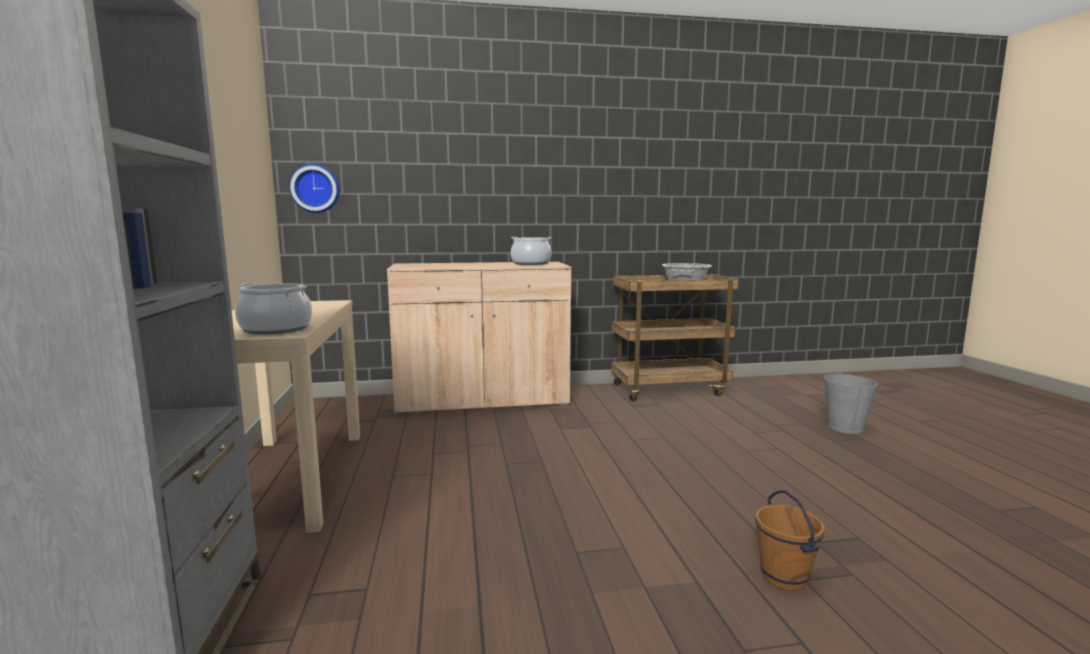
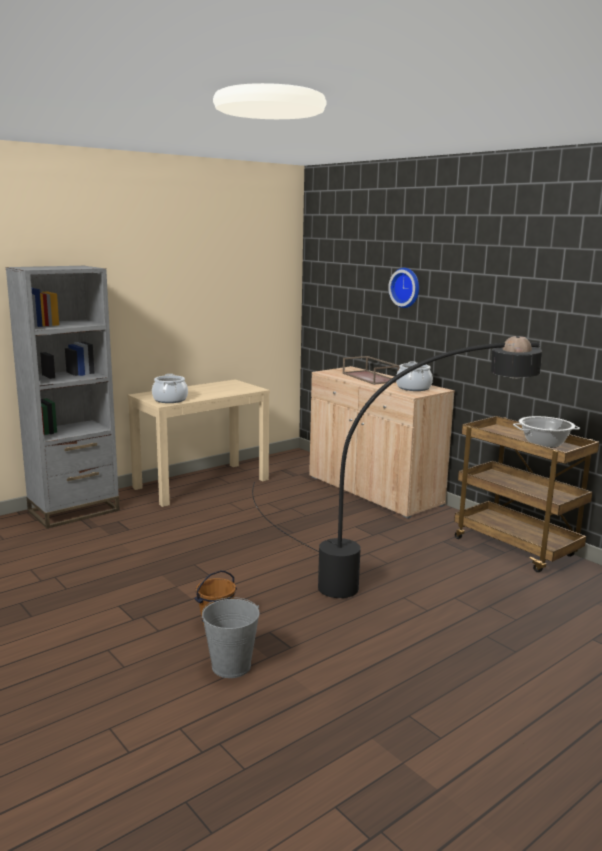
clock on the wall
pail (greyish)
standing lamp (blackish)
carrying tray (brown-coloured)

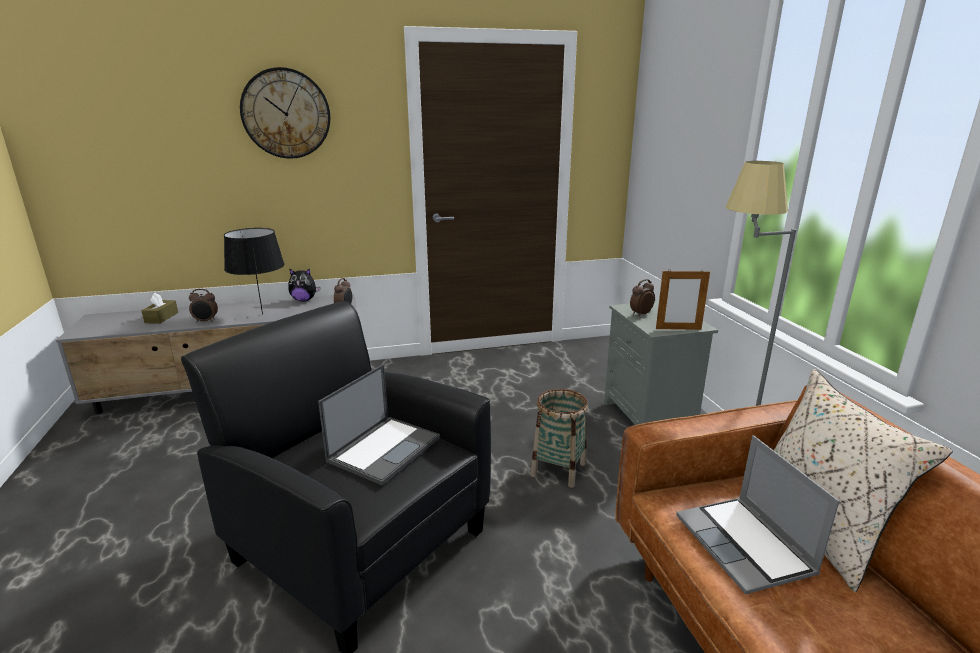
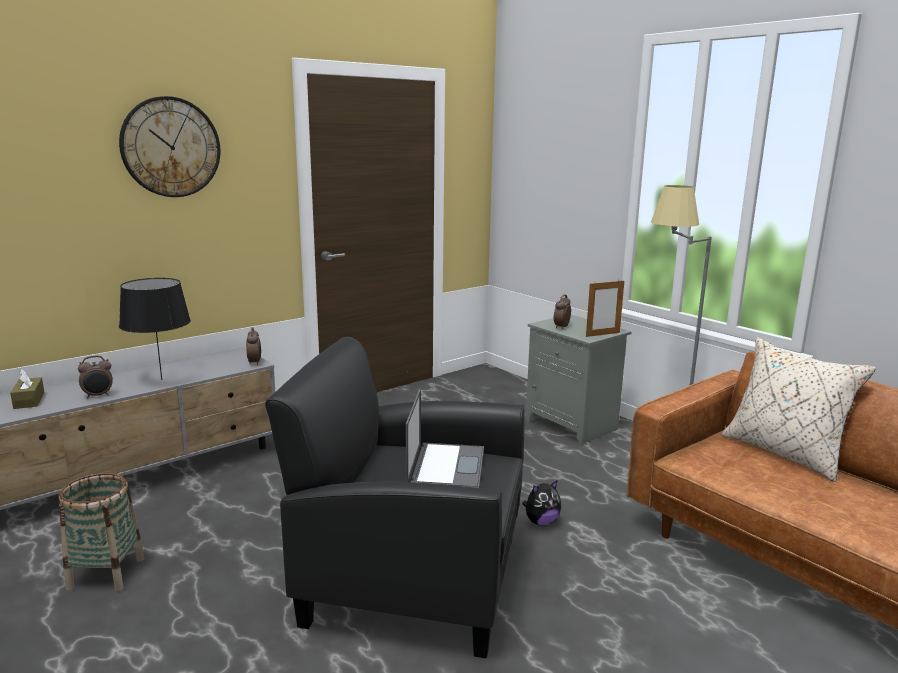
cuddly toy
basket
notebook computer (2nd from left in the first image)

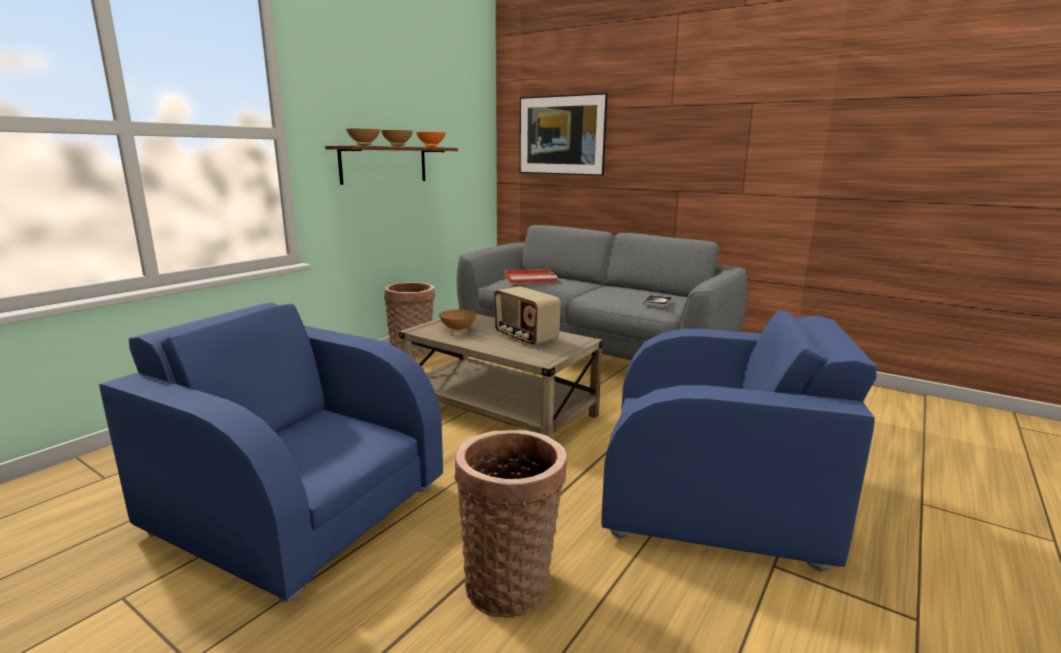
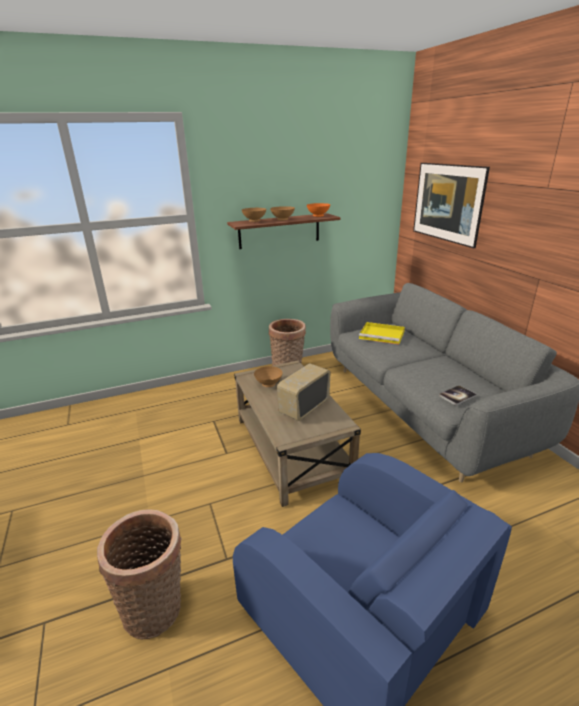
armchair (blue) (1st from left in the first image)
radio set
carrying tray (yellowish)

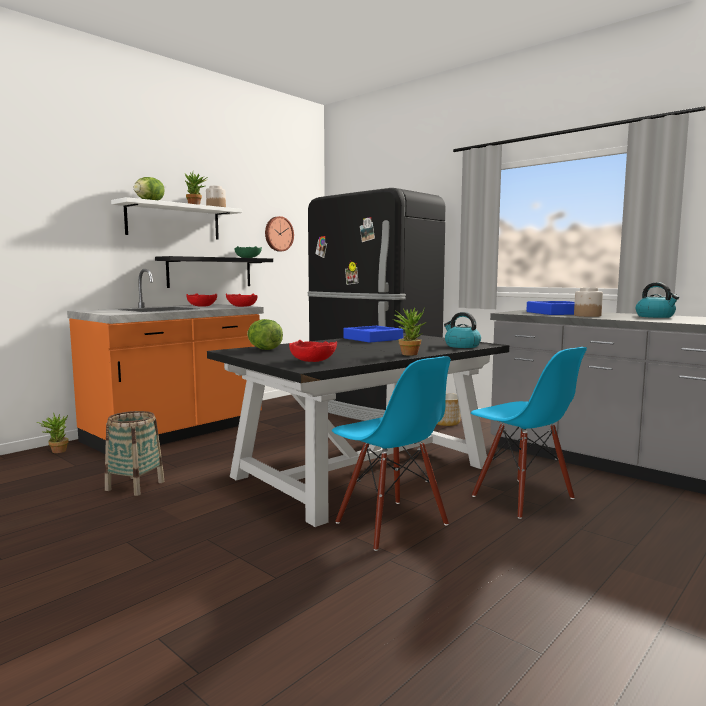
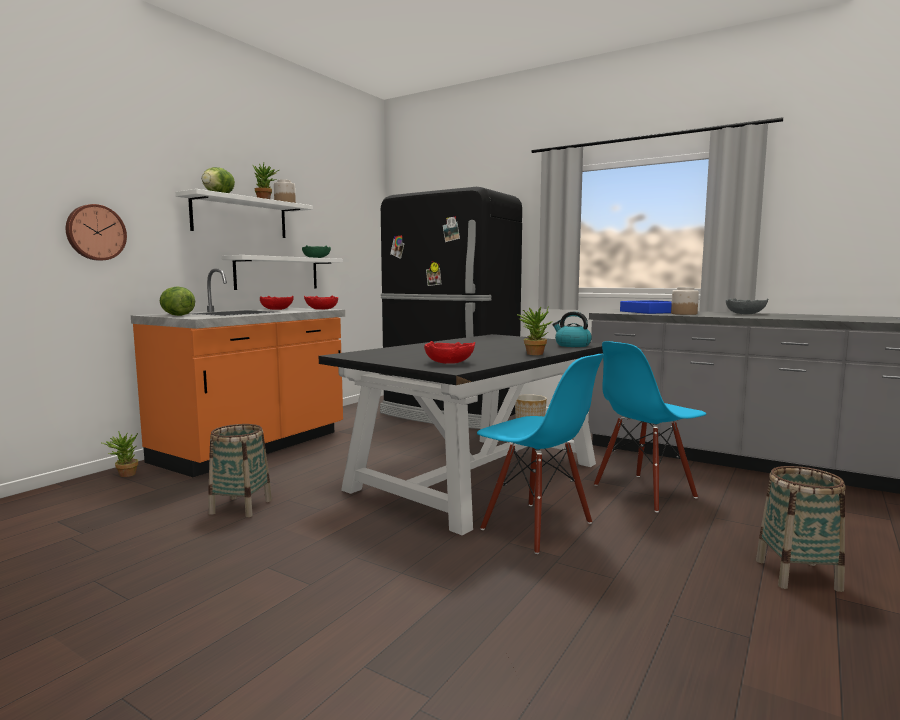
shelf (white) (2nd from left)
head of lettuce (1st from left)
clock on the wall
carrying tray (blue) (1st from left in the first image)
upright chair (blue) (2nd from left)
deep dish (greyish)
basket (2nd from left)

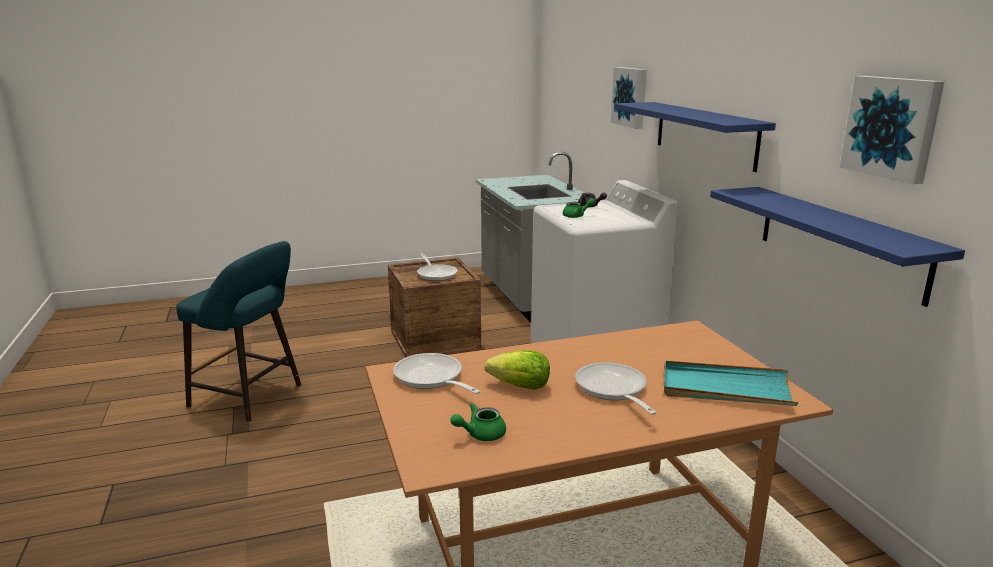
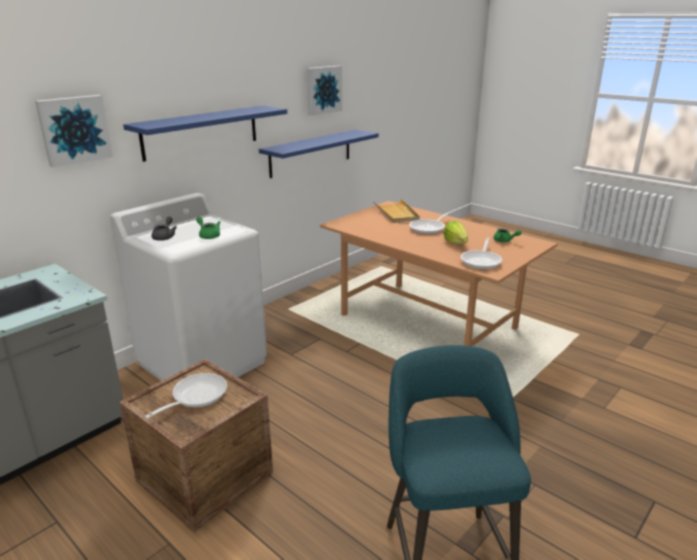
carrying tray (sand-coloured)

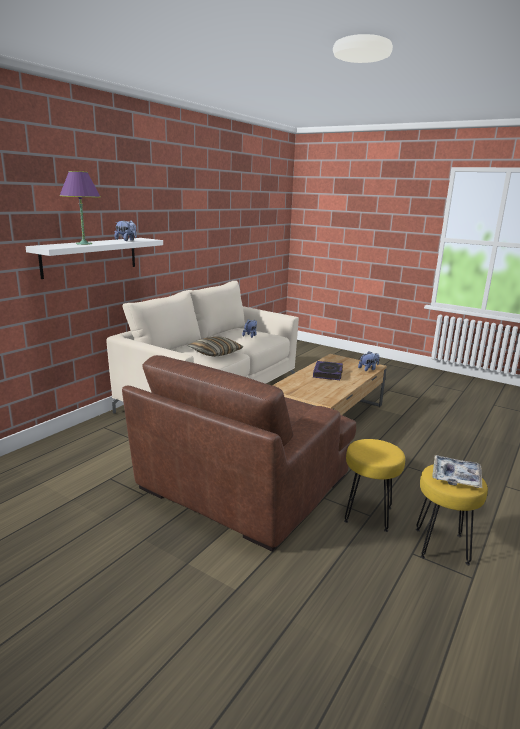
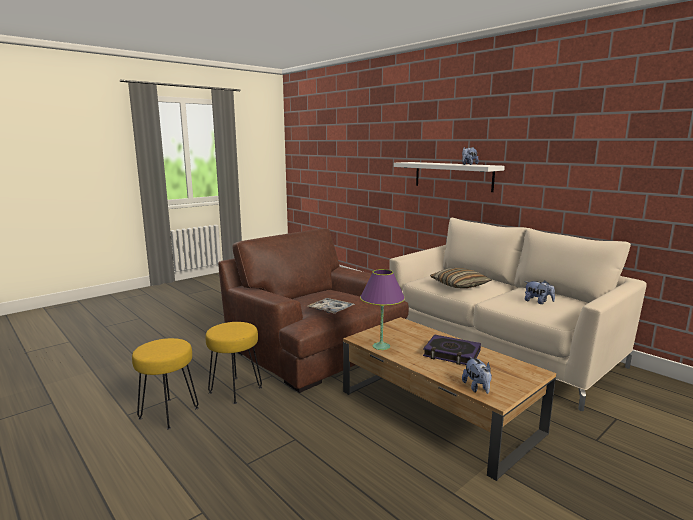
table lamp (purplish)
carrying tray

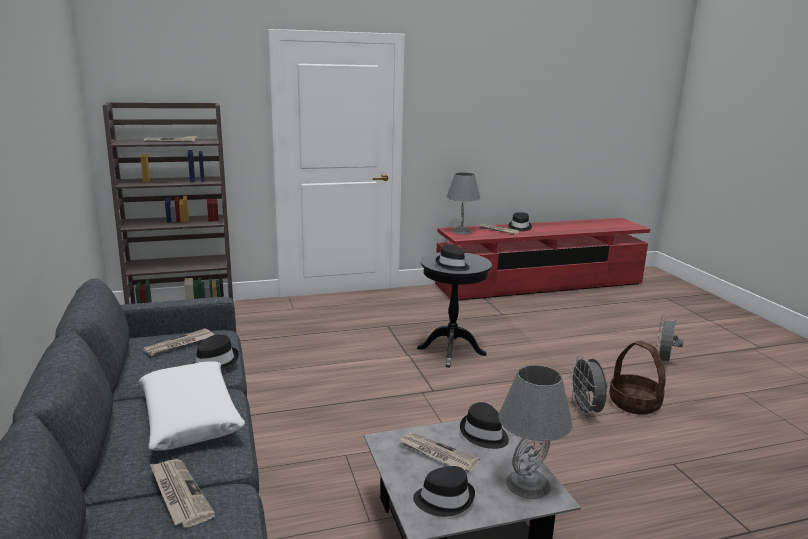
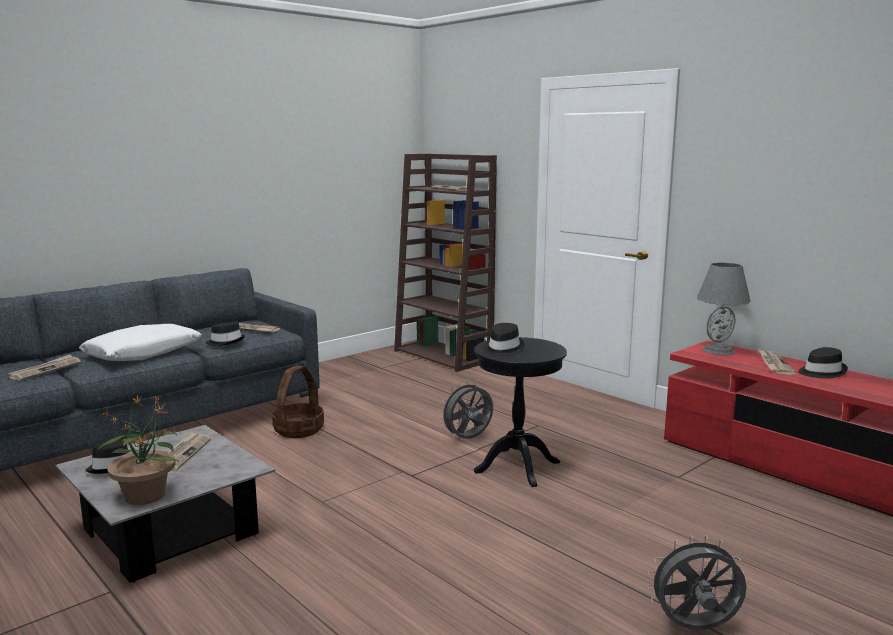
wearable hat (blackish) (4th from left in the first image)
plant in a pot
cooling fan (greyish) (1st from left)
basket

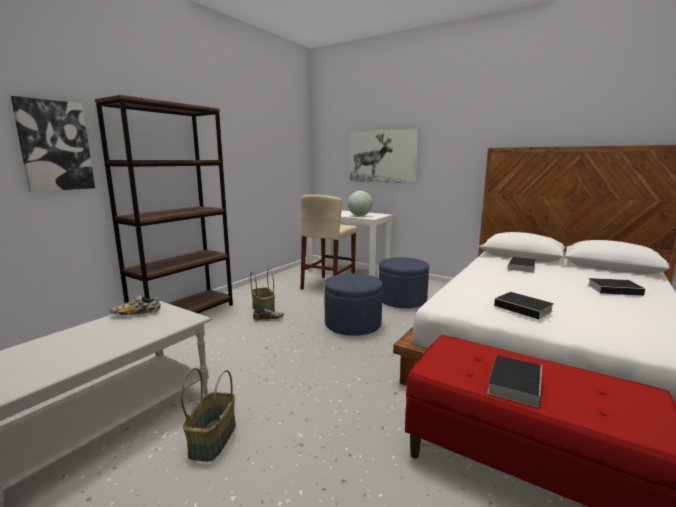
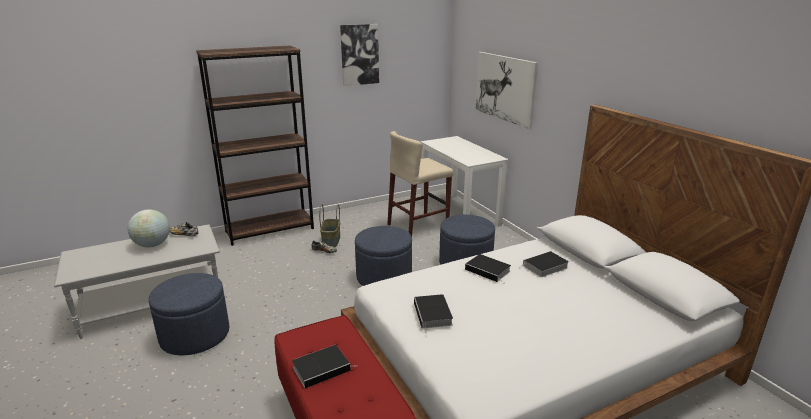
wall art (1st from left)
pouffe (blue) (1st from left)
desk globe
volume (3rd from left)

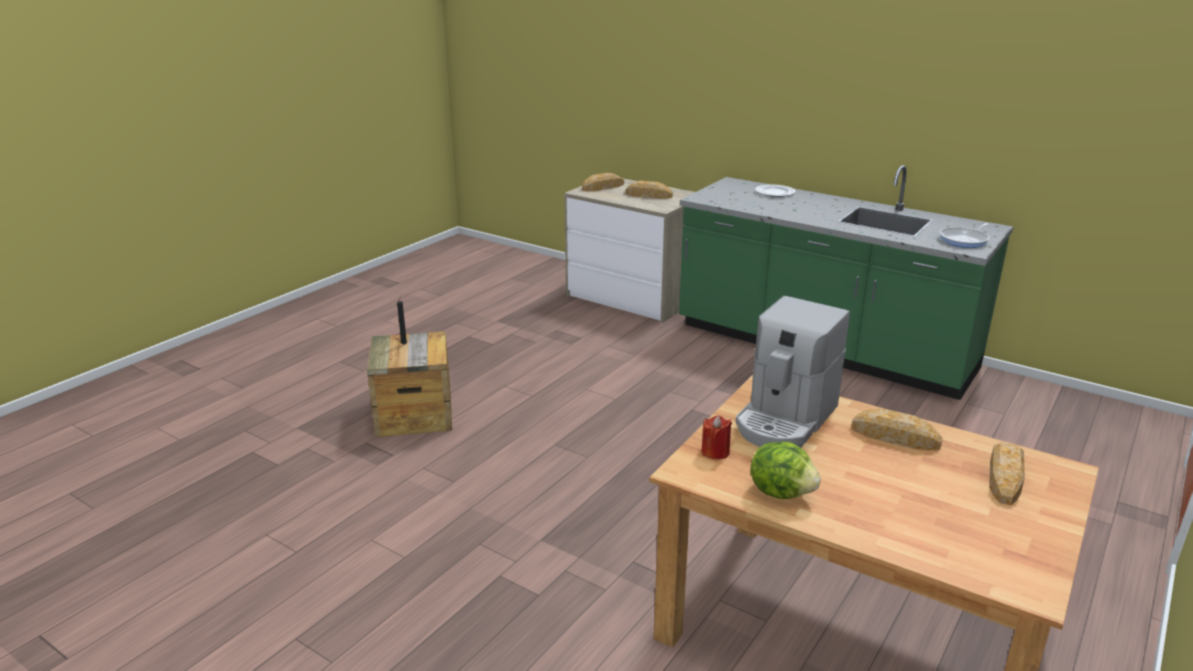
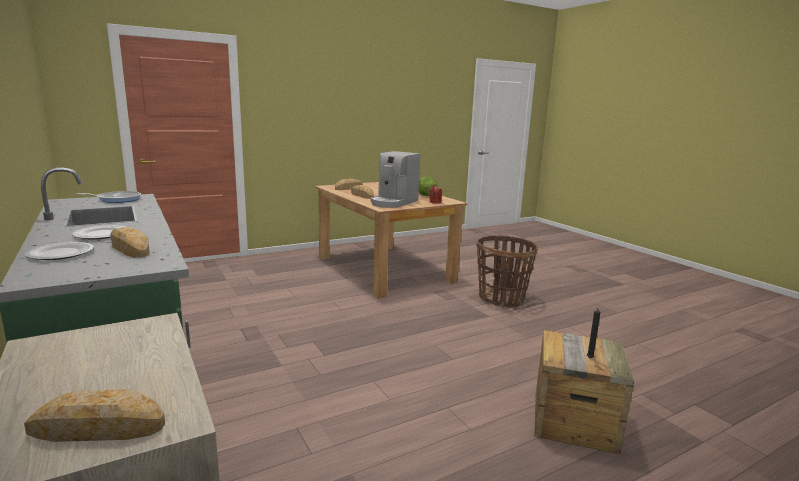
baked bread (2nd from left)
coffee brewer
dinner plate (2nd from left)
basket

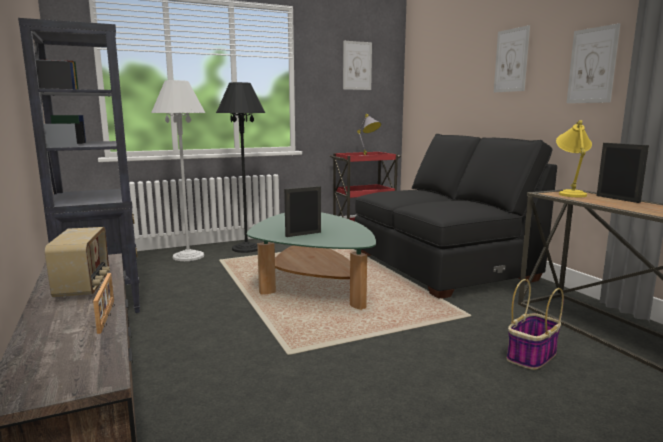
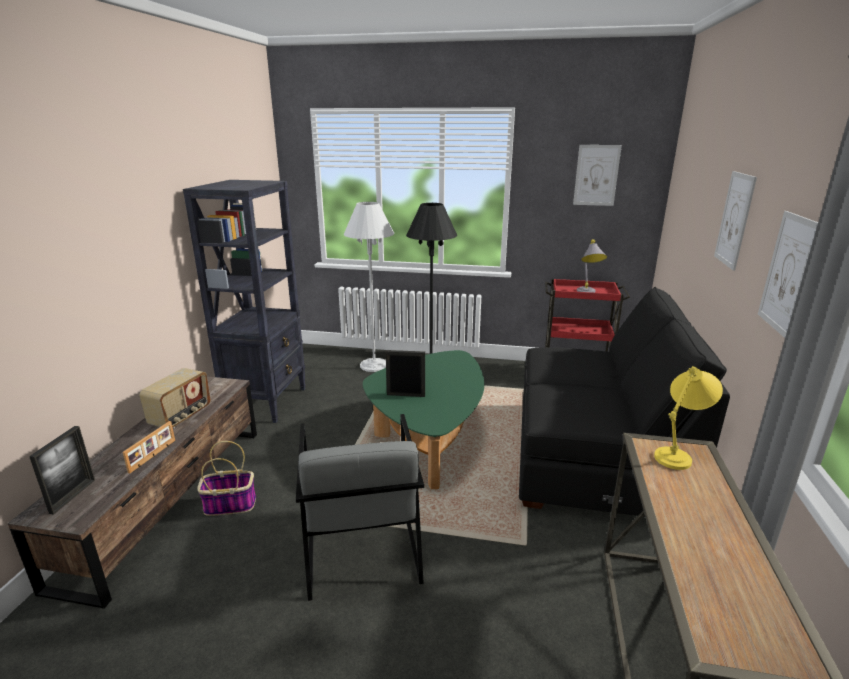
basket
photo frame (1st from left)
armchair (greyish)

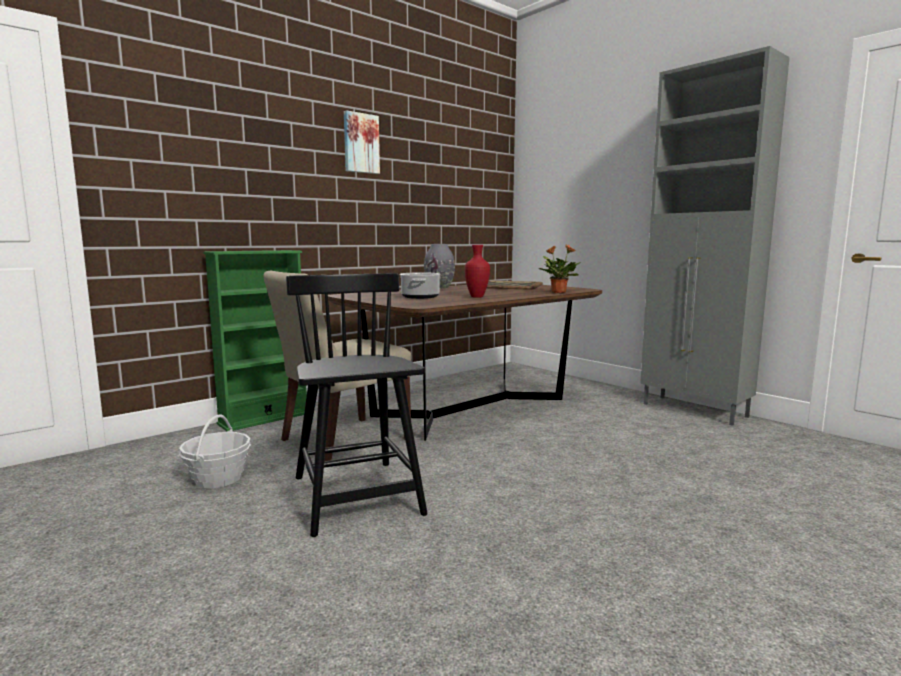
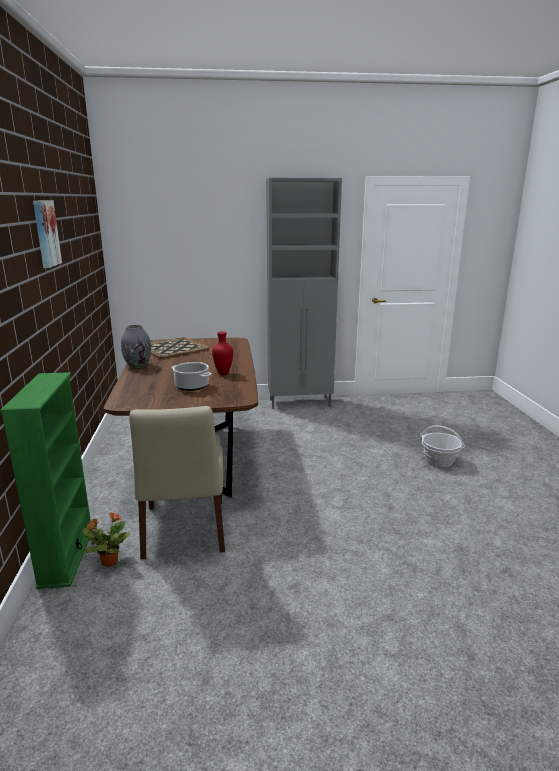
basket
upright chair (blackish)
plant in a pot

